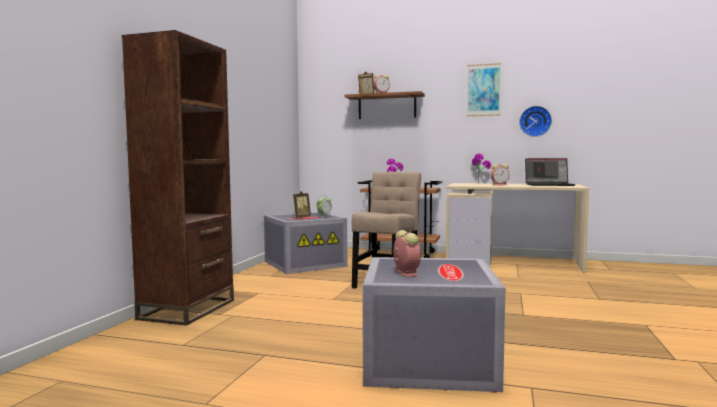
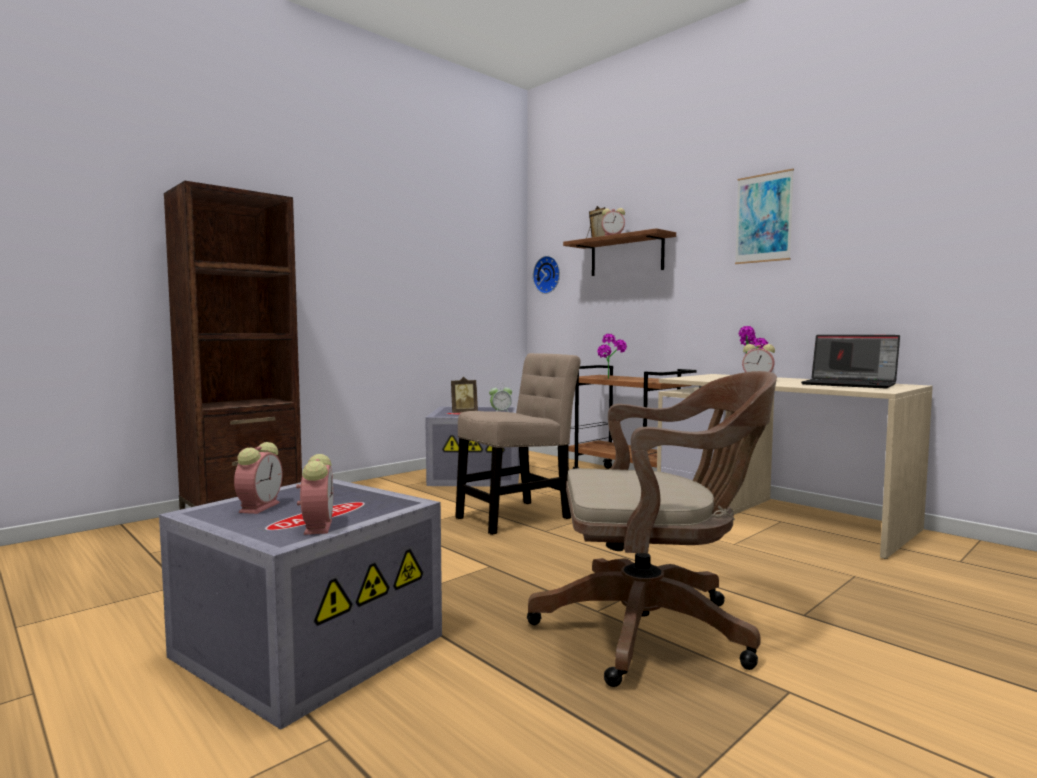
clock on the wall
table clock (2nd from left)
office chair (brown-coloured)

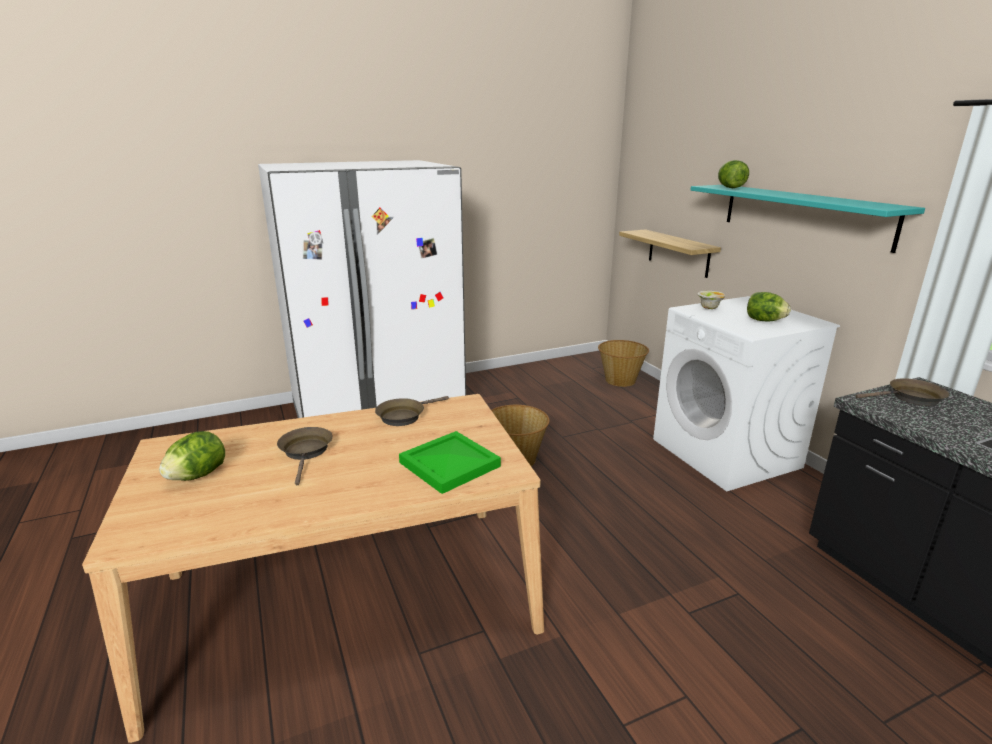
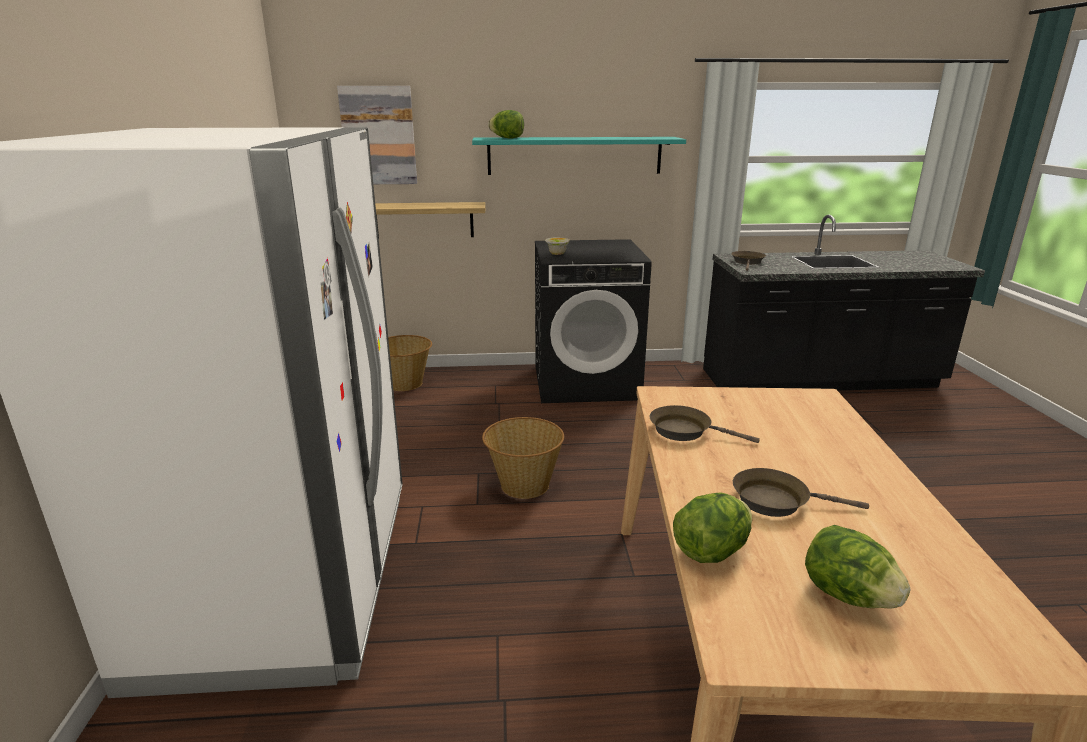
skillet (brown-coloured) (1st from left)
carrying tray (green-coloured)
laundry appliance (blackish)
head of lettuce (2nd from left)
wall art

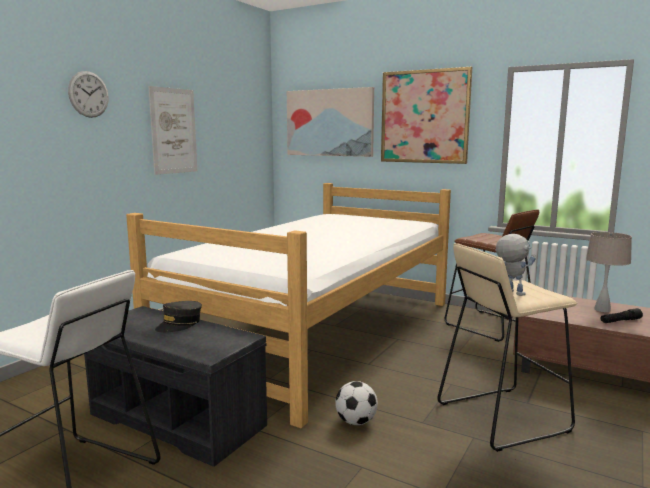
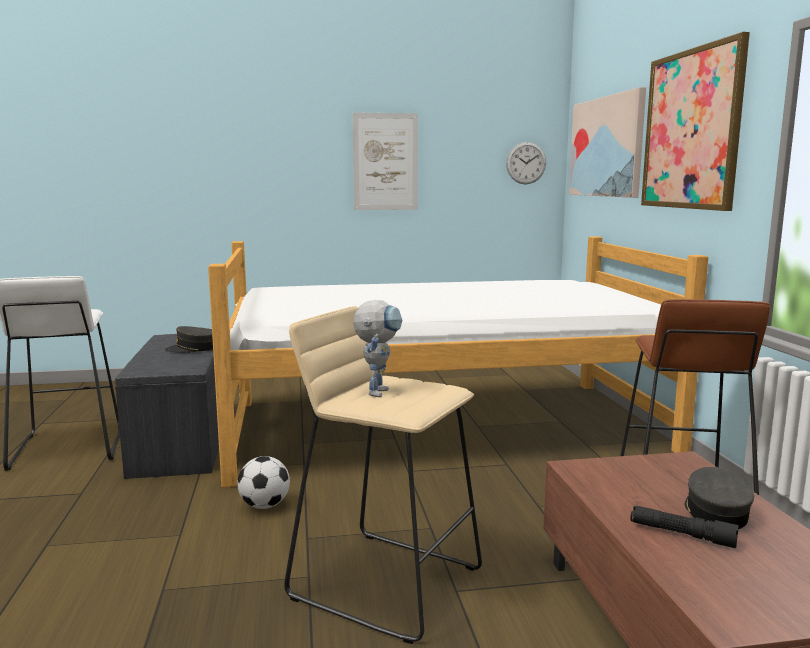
clock on the wall
baseball cap (greyish) (2nd from left)

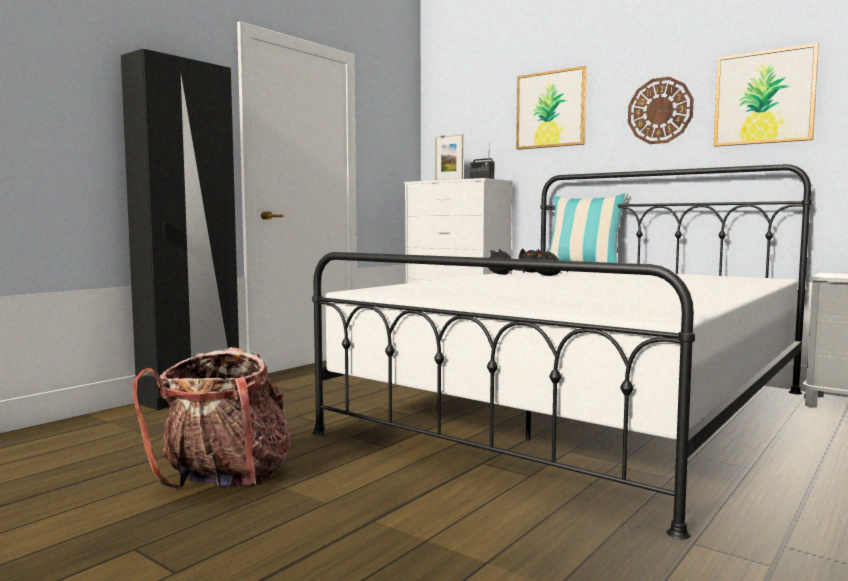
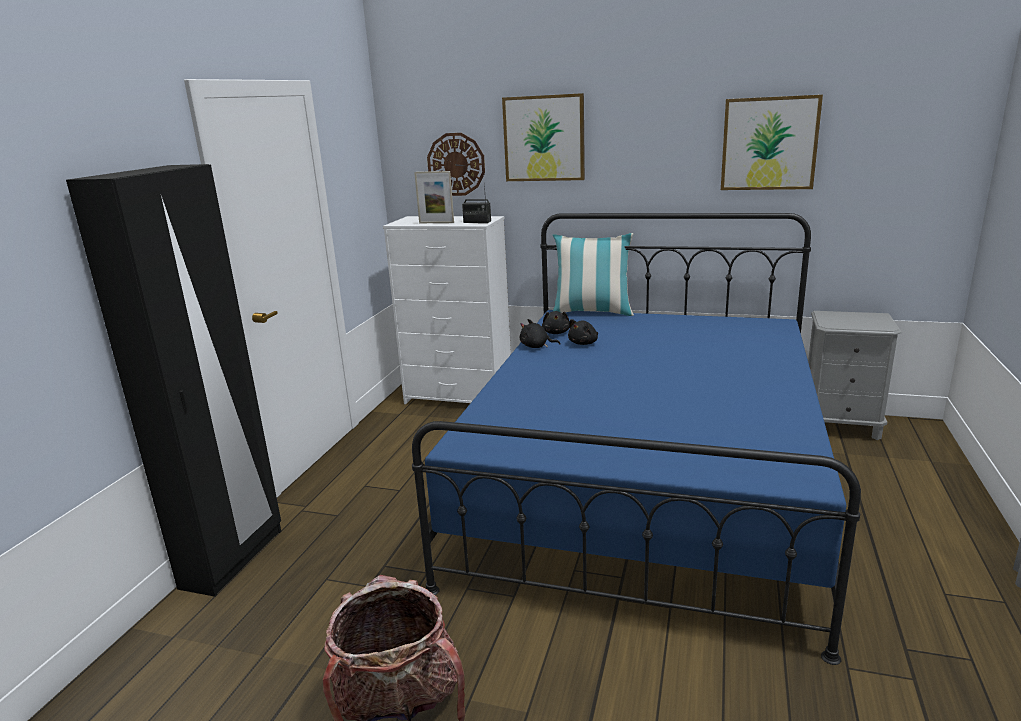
bedroom bed (blue)
clock on the wall

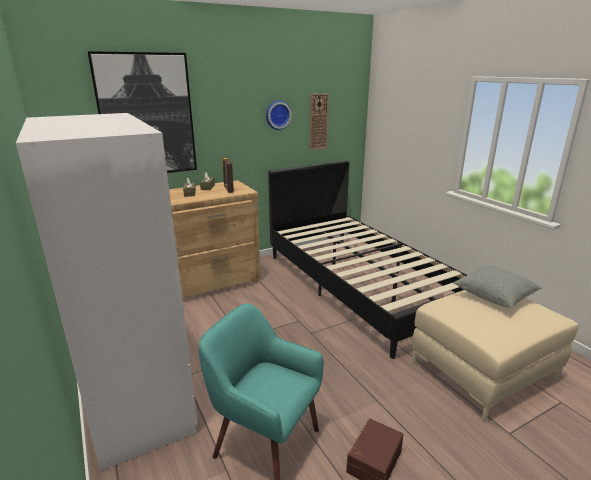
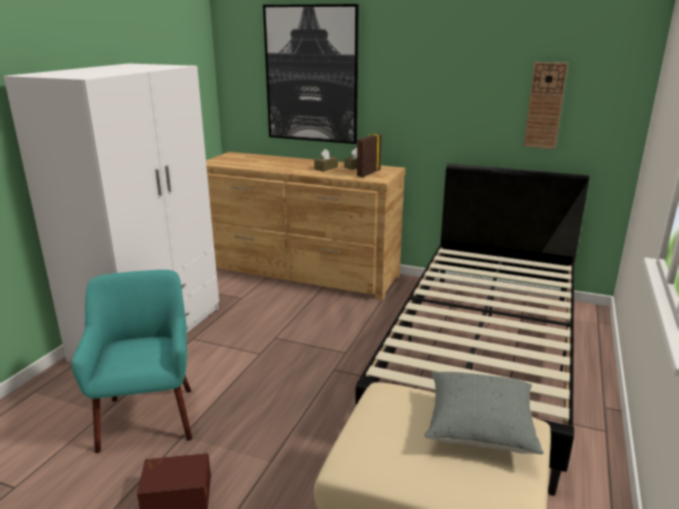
clock on the wall (1st from left in the first image)

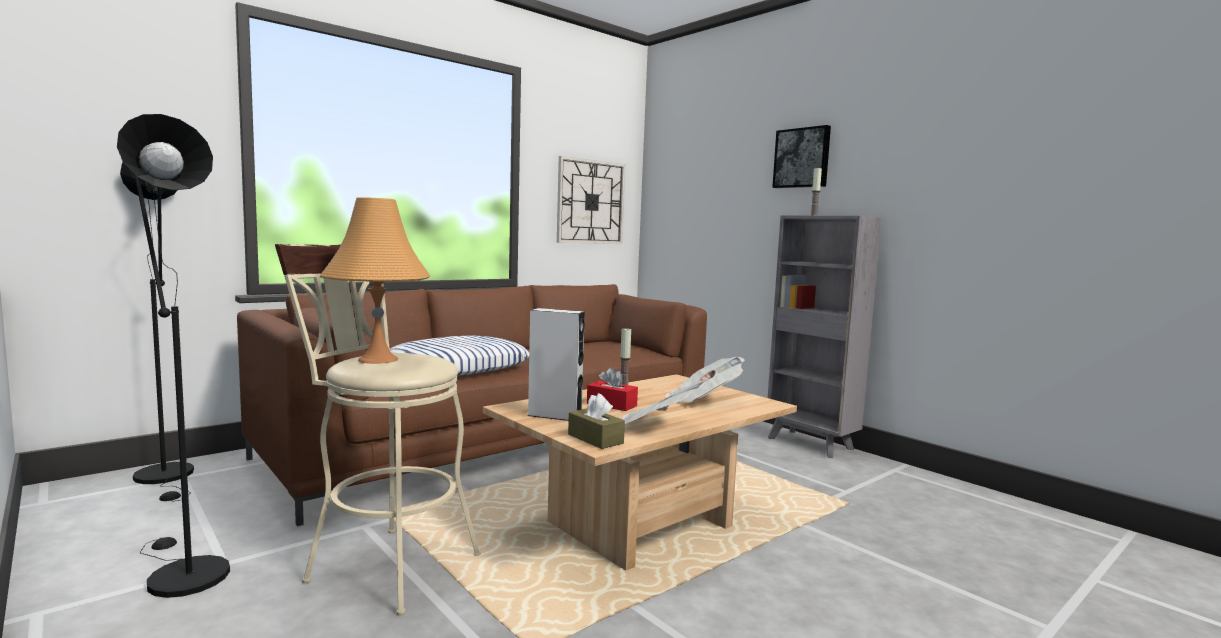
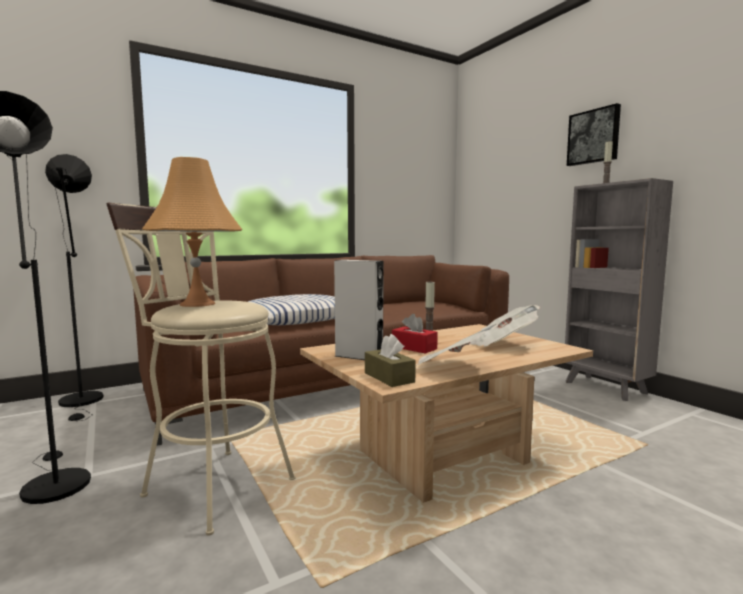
clock on the wall

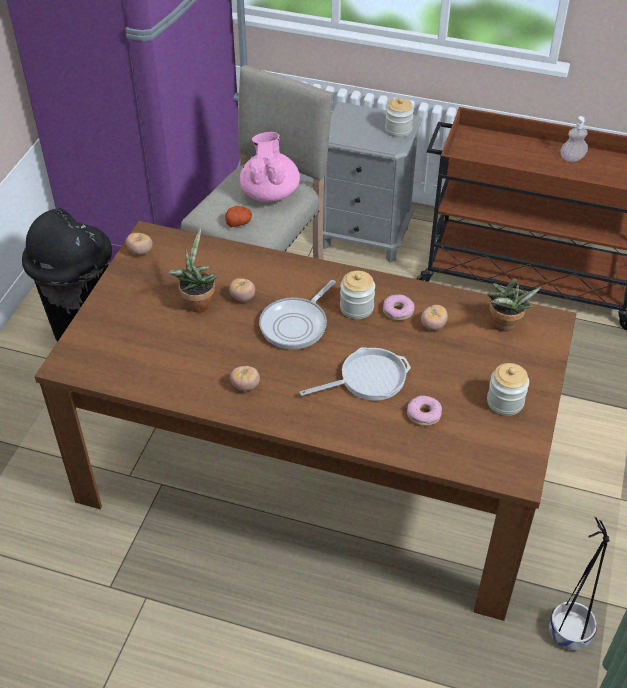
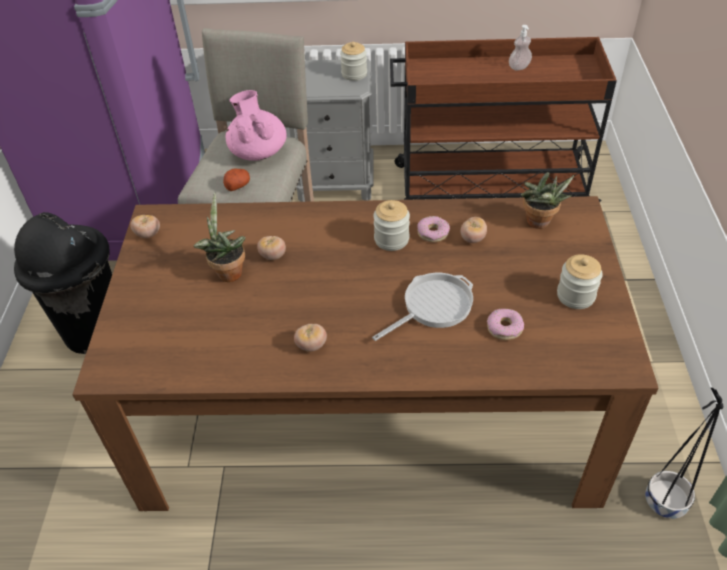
skillet (1st from left in the first image)

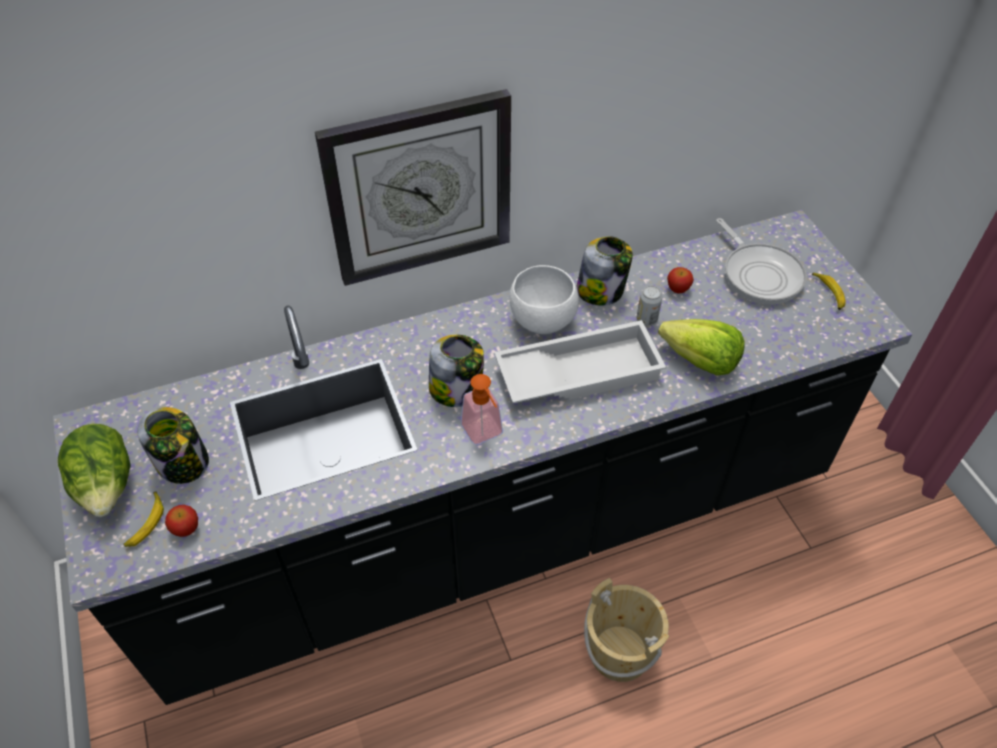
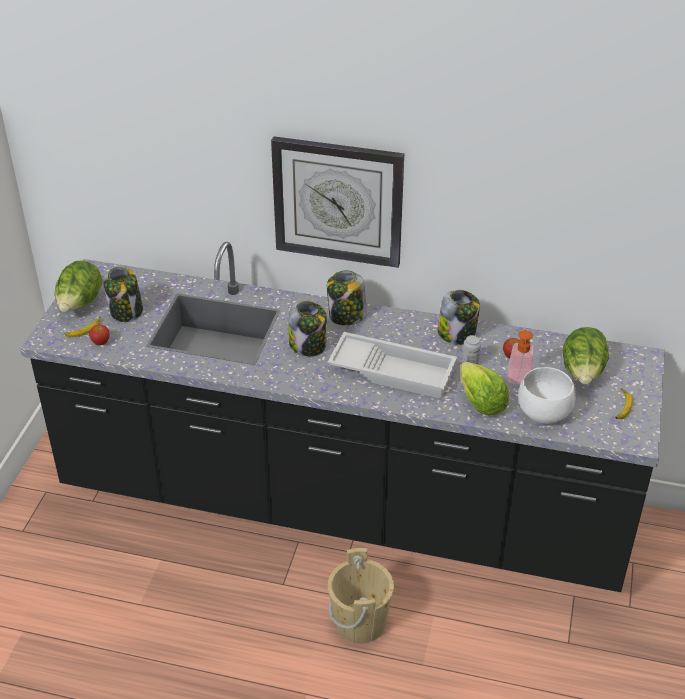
soap bottle
deep dish (white)
head of lettuce (3rd from left)
preserve jar (3rd from left)

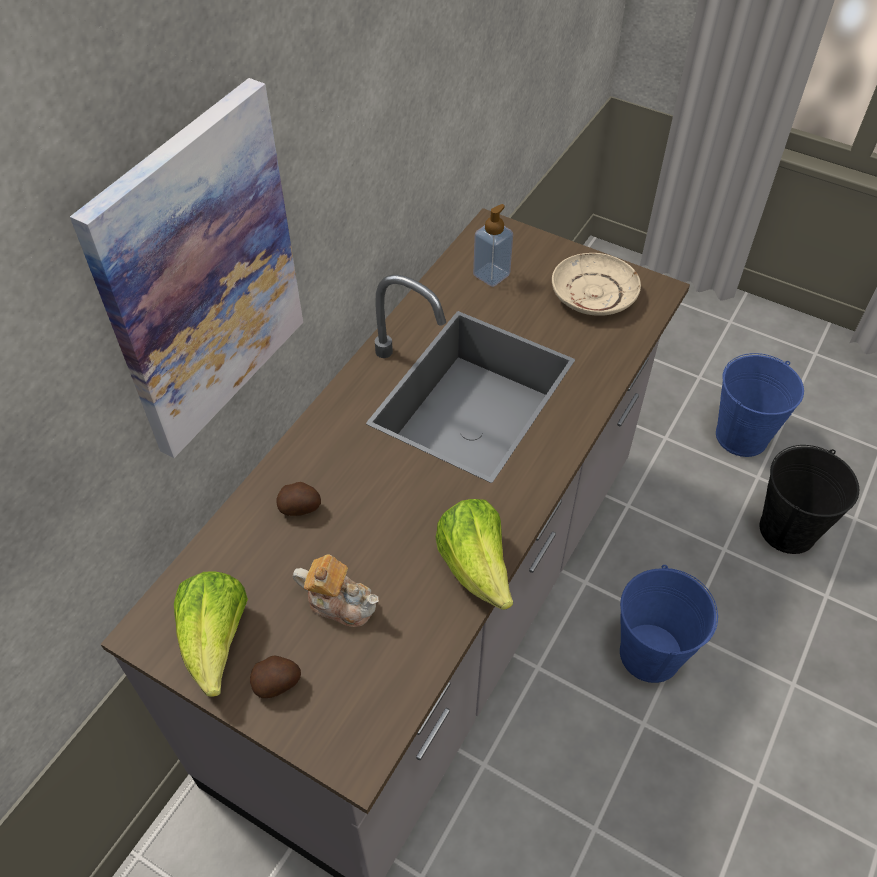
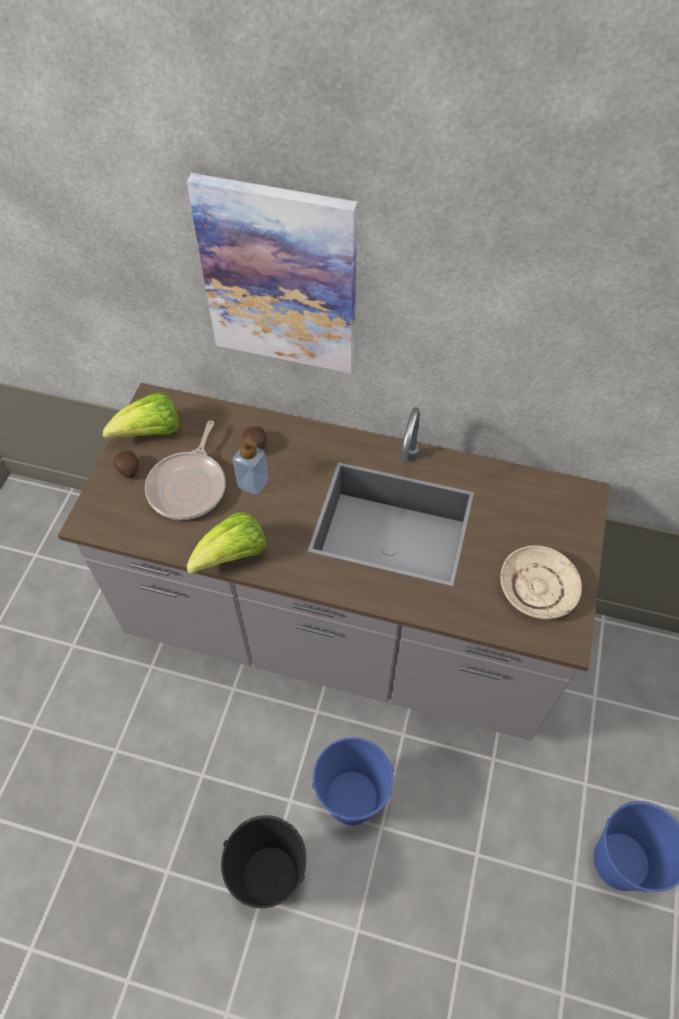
skillet
soap bottle
pail (blackish)

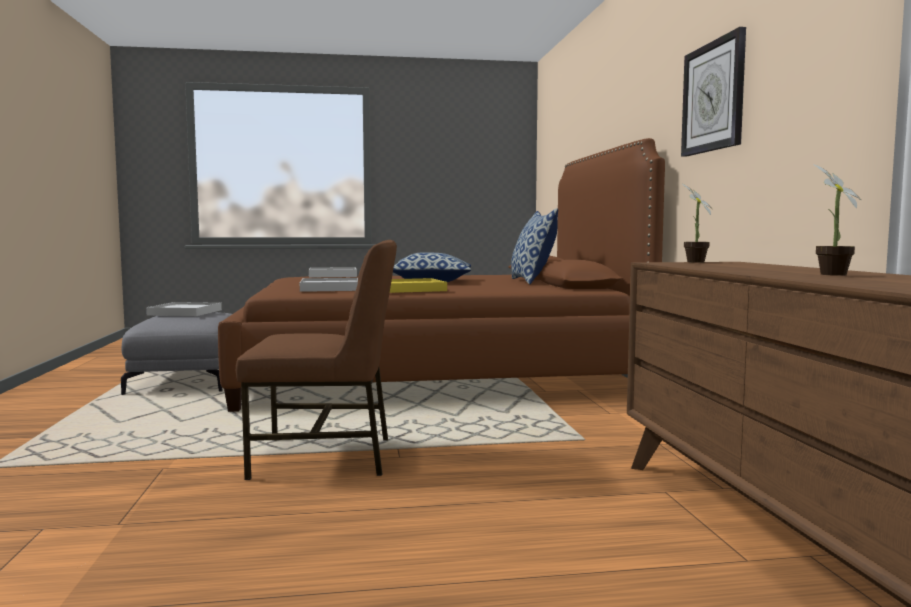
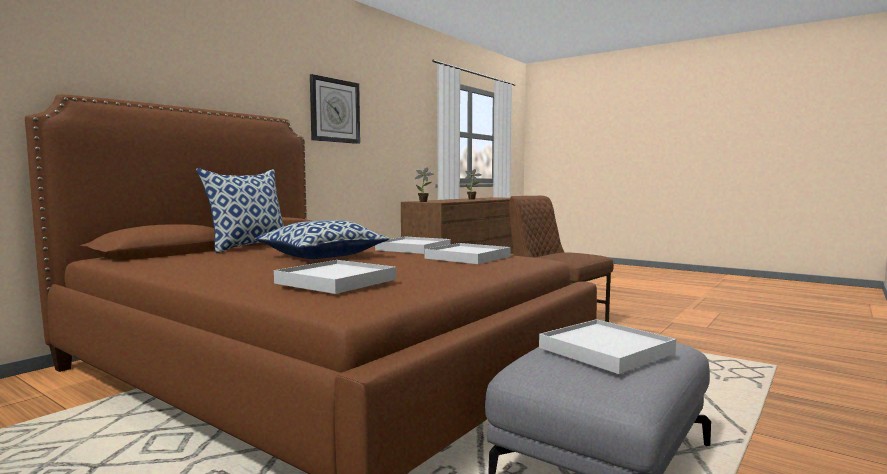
carrying tray (white) (2nd from left)

